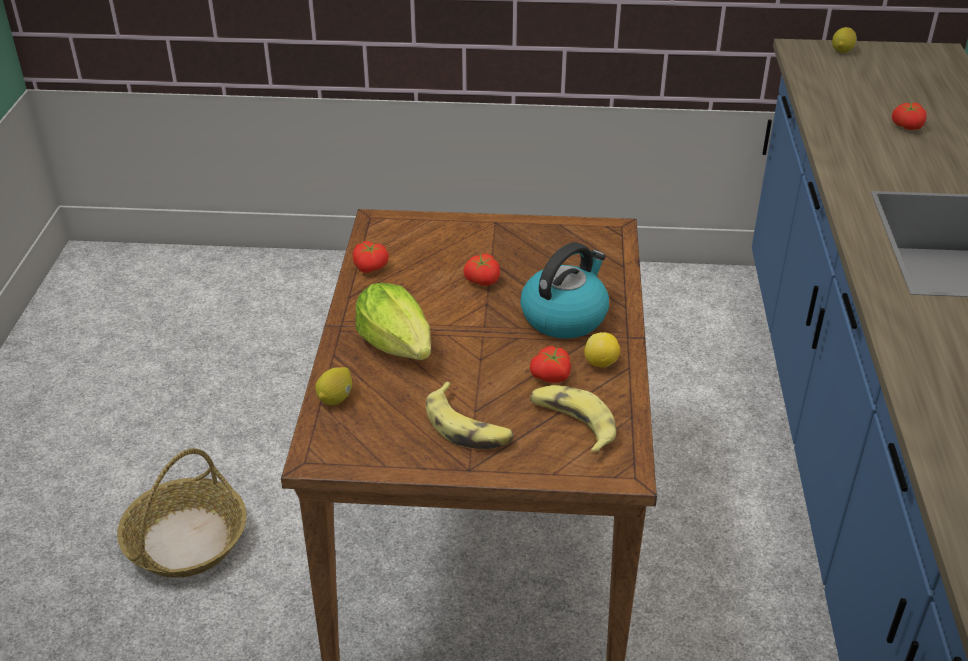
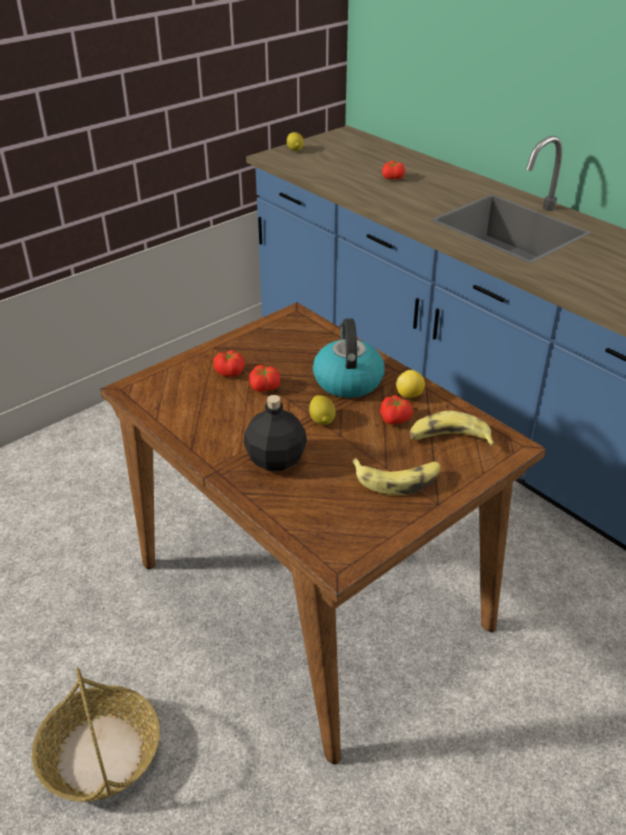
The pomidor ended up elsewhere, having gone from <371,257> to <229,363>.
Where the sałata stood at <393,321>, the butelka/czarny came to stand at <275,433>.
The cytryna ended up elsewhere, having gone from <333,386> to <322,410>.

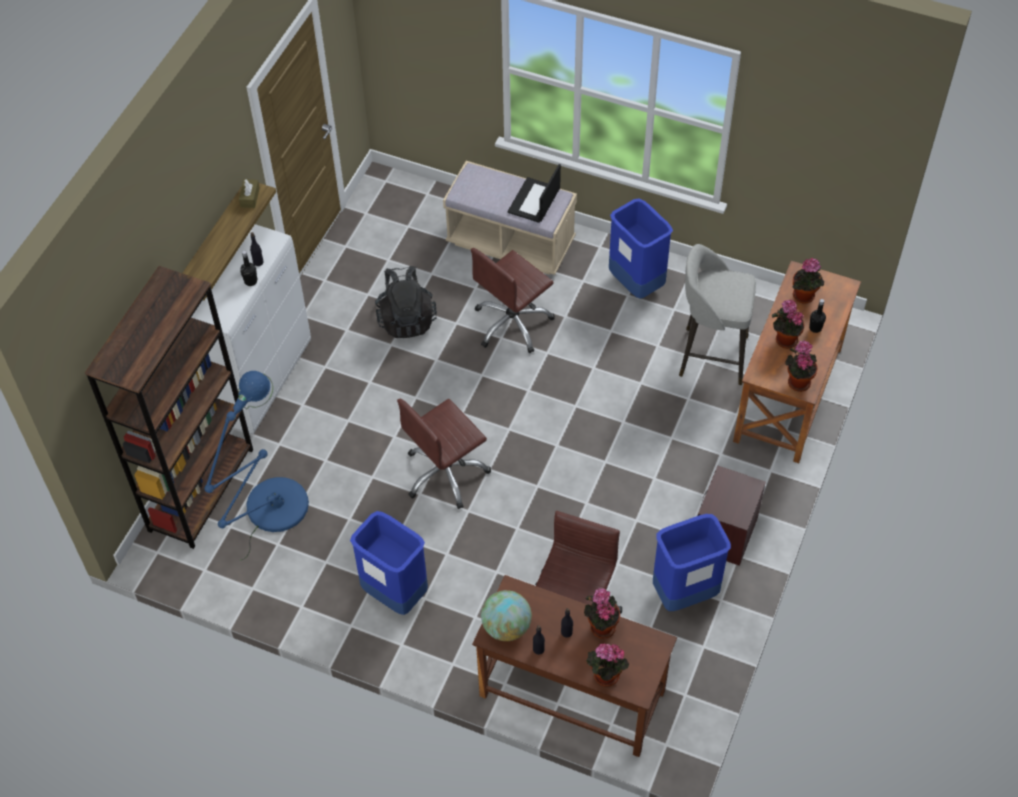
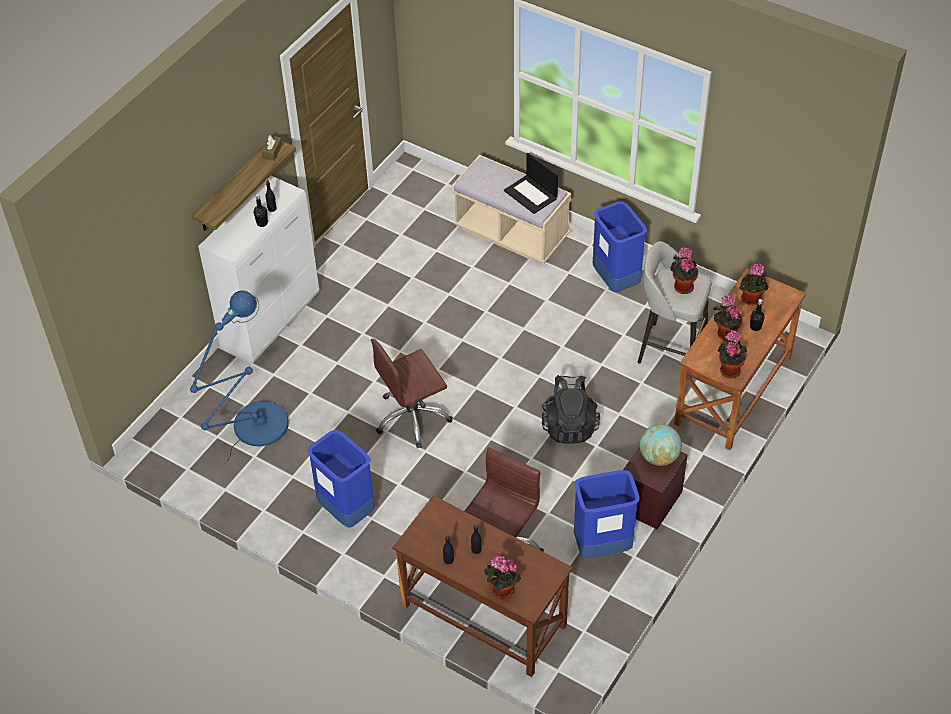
The laptop at <534,193> ended up facing another way, 75 degrees counterclockwise from before.
The plecak/czarny ended up elsewhere, having gone from <406,302> to <571,409>.
The globus ended up elsewhere, having gone from <506,615> to <661,445>.
The roślina doniczkowa ended up elsewhere, having gone from <602,613> to <684,270>.
The second view lost the regał/brązowy at <169,407>.
The second view lost the krzesło biurowe/brązowy at <513,300>.

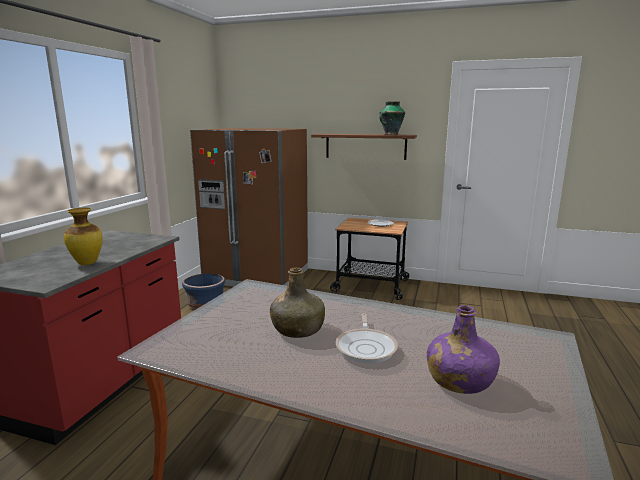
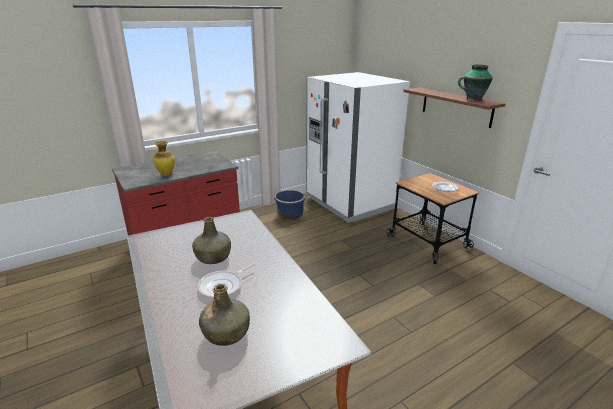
What was the butelka/fioletowy at <463,349> turned into the butelka/zielony at <224,315>.
What was the lodówka/brązowy at <249,207> turned into the lodówka/biały at <358,147>.

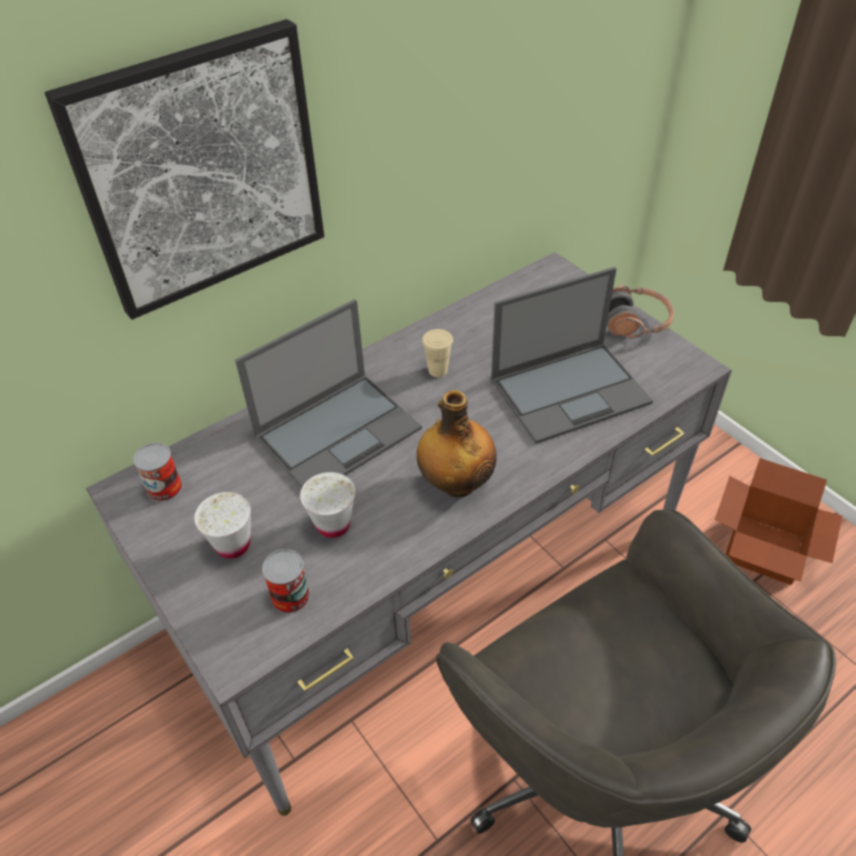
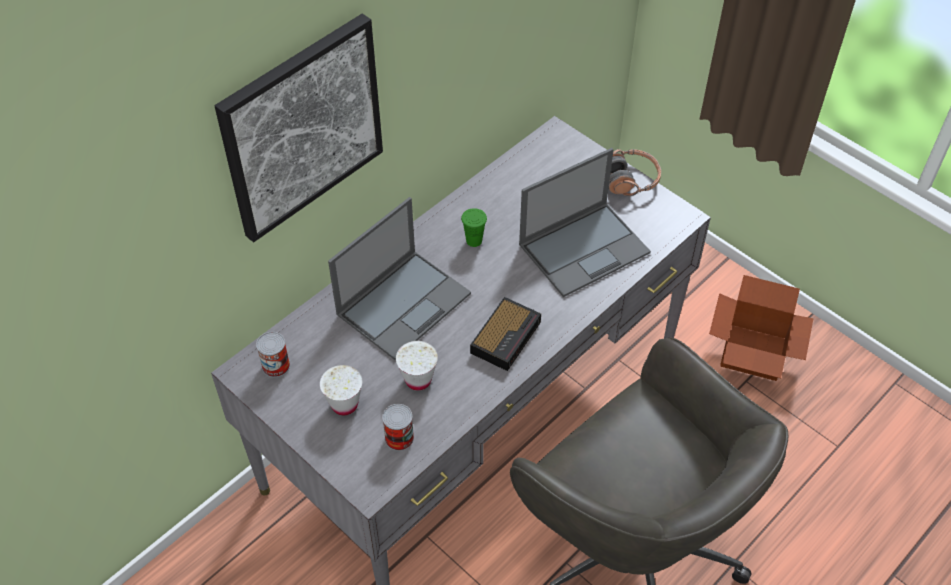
What was the filiżanka/beżowy at <437,353> turned into the filiżanka/zielony at <474,227>.
Where the butelka stood at <457,443>, the budzik came to stand at <505,334>.

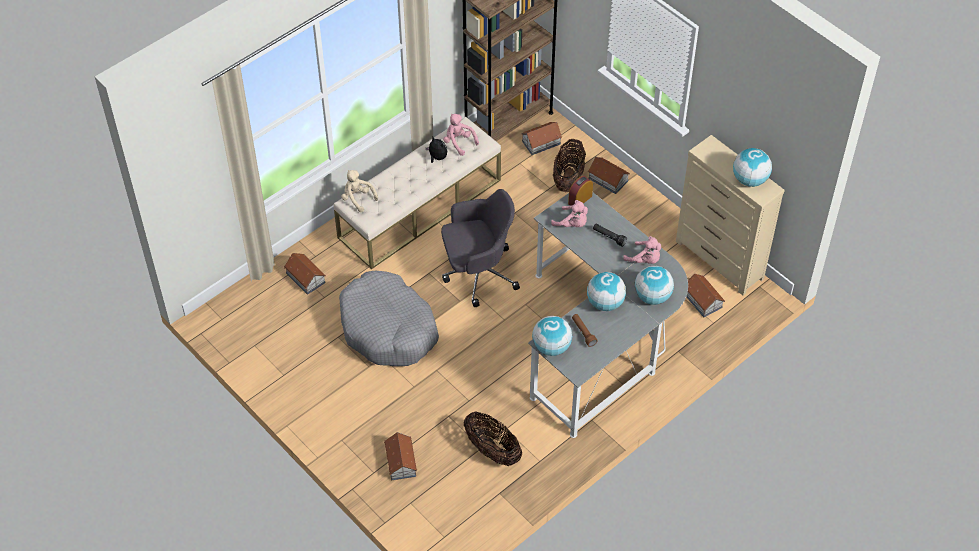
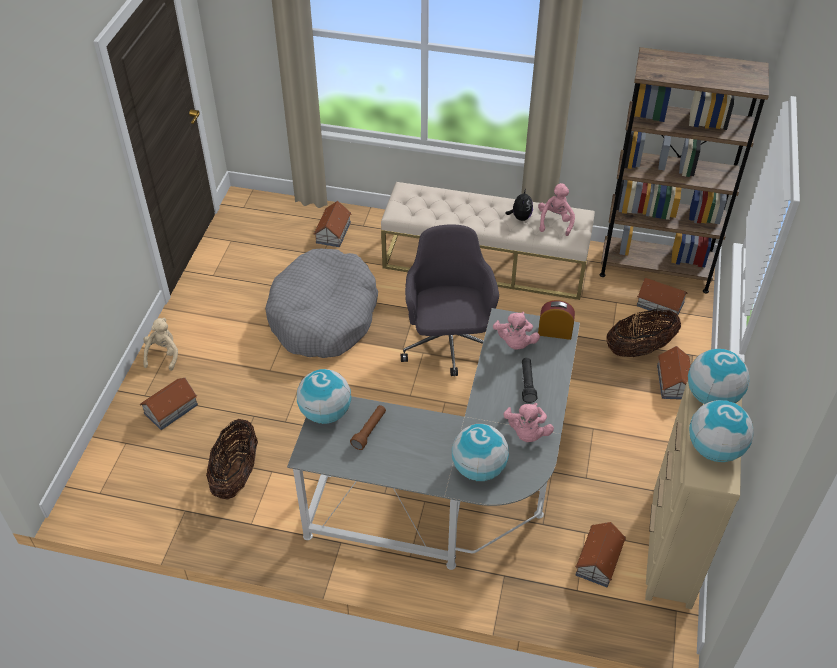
The pluszak/beżowy ended up elsewhere, having gone from <359,191> to <160,344>.
The krzesło biurowe/szary at <480,248> ended up facing another way, 135 degrees counterclockwise from before.
The globus ended up elsewhere, having gone from <606,291> to <719,376>.

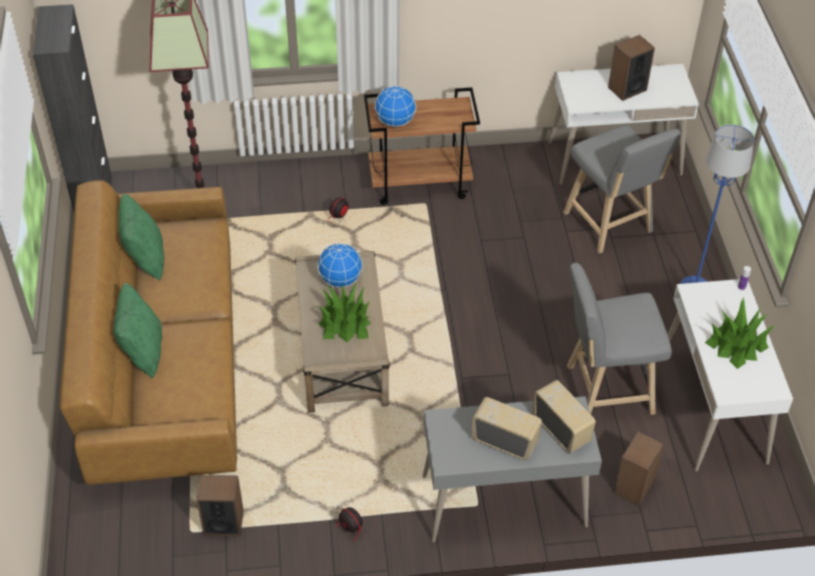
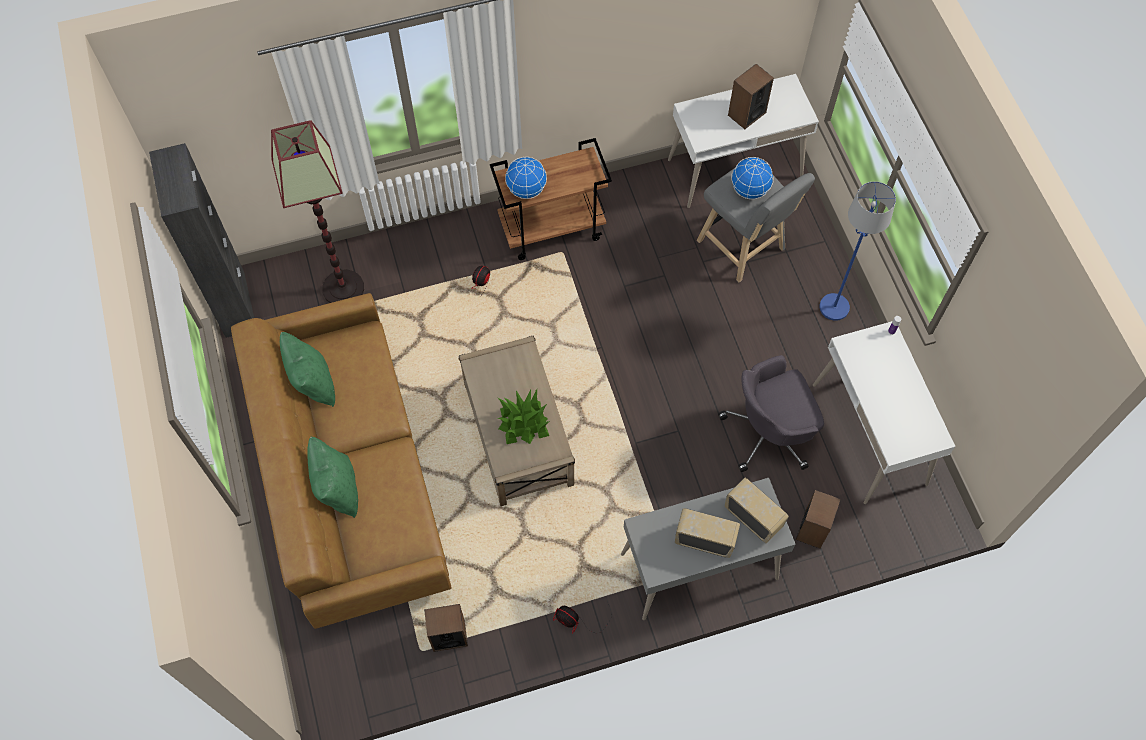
Where the stołek/szary stood at <619,339>, the krzesło biurowe/szary came to stand at <771,413>.
The globus ended up elsewhere, having gone from <339,265> to <752,178>.
The second view lost the roślina doniczkowa at <740,333>.

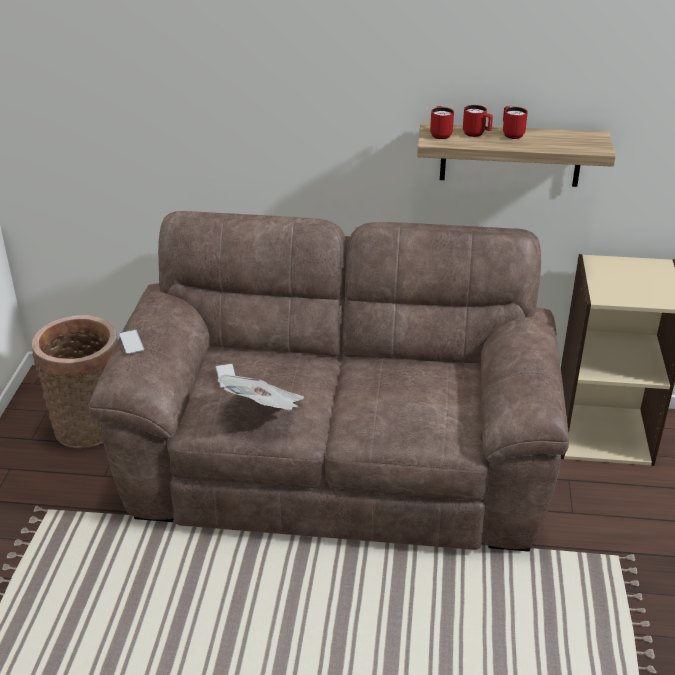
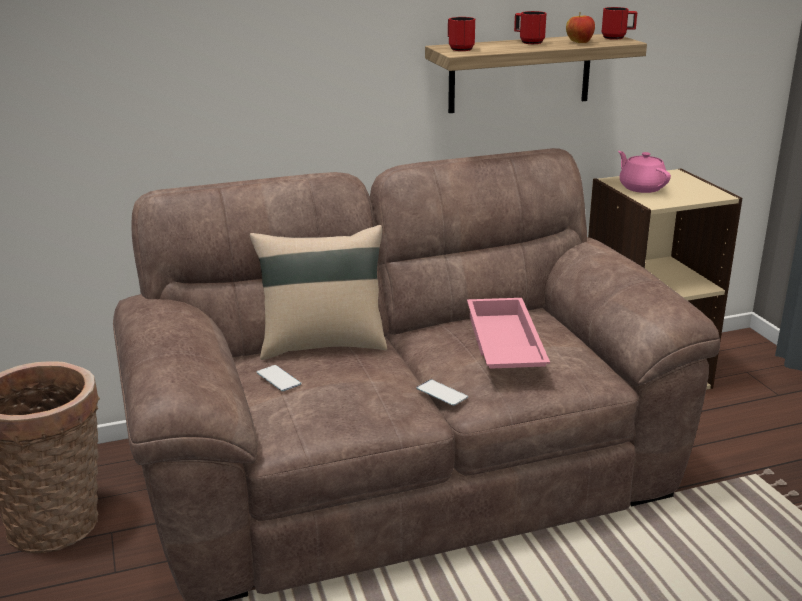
The second view gained the poduszka/beżowy at <318,292>.
The telefon ended up elsewhere, having gone from <131,341> to <442,392>.
The second view gained the taca/różowy at <508,333>.
The second view gained the jabłko at <580,27>.
The kubek/czerwony ended up elsewhere, having gone from <478,121> to <619,23>.
The second view gained the imbryk/różowy at <644,172>.
The second view lost the gazeta at <261,392>.

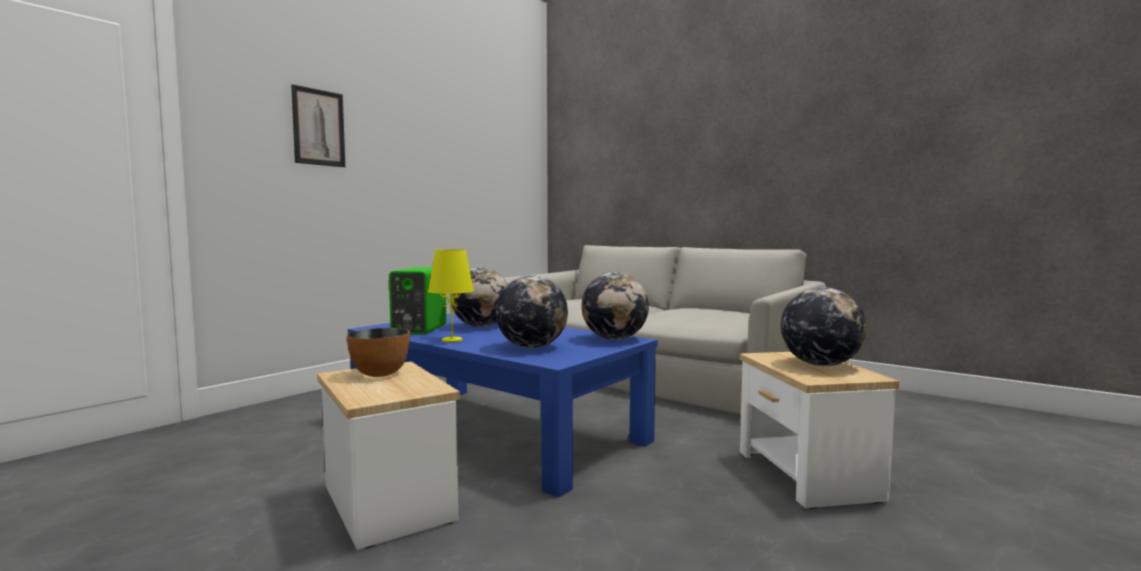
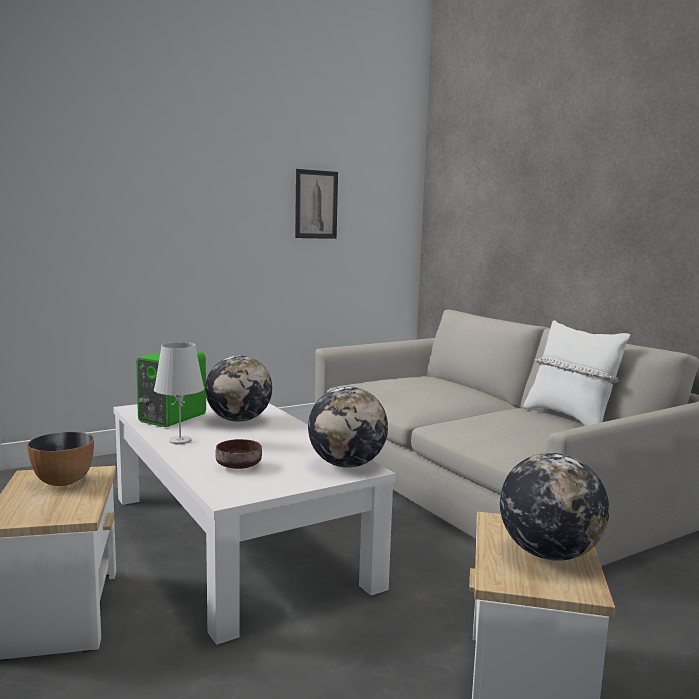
What was the ława/niebieski at <502,405> turned into the ława/biały at <254,521>.
What was the lampa stołowa/żółty at <451,295> turned into the lampa stołowa/biały at <179,393>.
Where the globus stood at <532,311>, the miska/brązowy came to stand at <238,454>.
The obraz ended up elsewhere, having gone from <318,125> to <316,204>.
The second view gained the poduszka/biały at <576,373>.

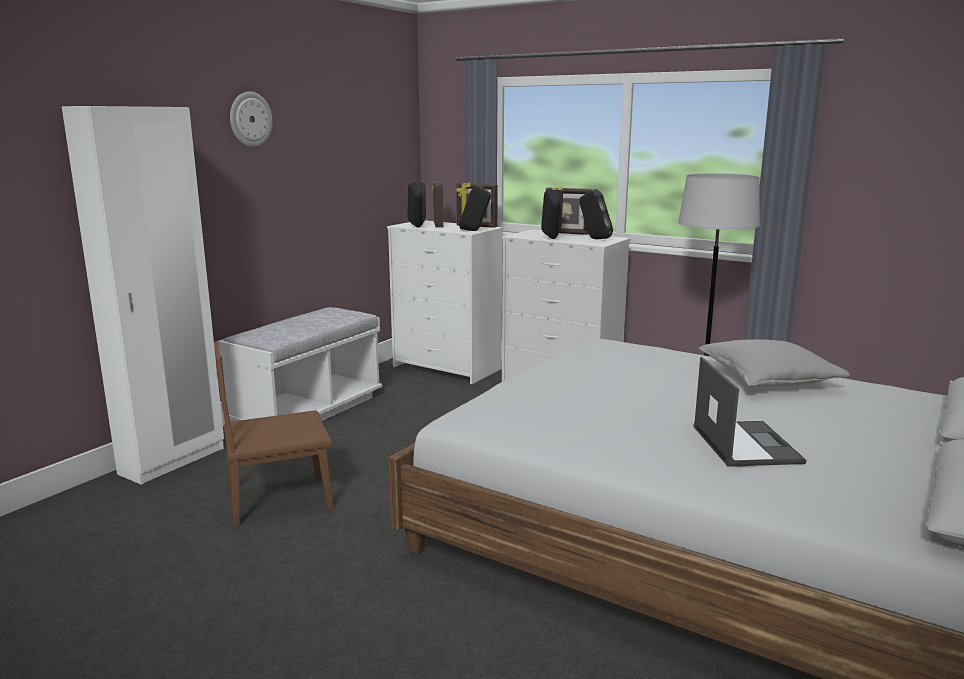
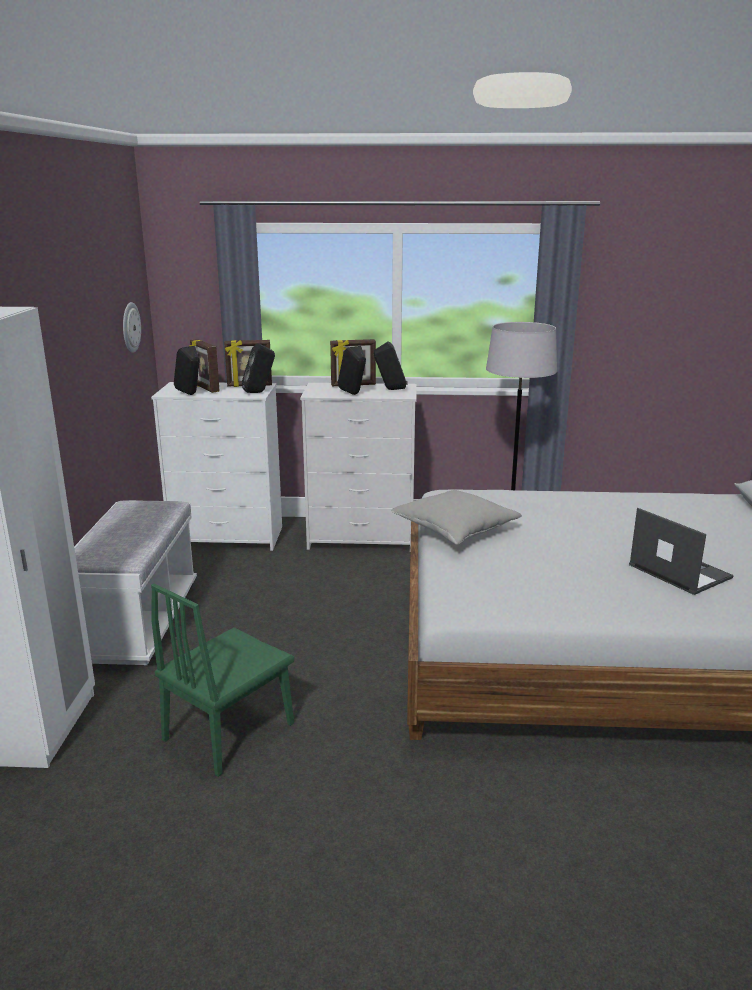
The zegar ścienny ended up elsewhere, having gone from <251,119> to <132,327>.
What was the krzesło/brązowy at <273,434> turned into the krzesło/zielony at <222,680>.
The poduszka/szary ended up elsewhere, having gone from <774,363> to <456,517>.

